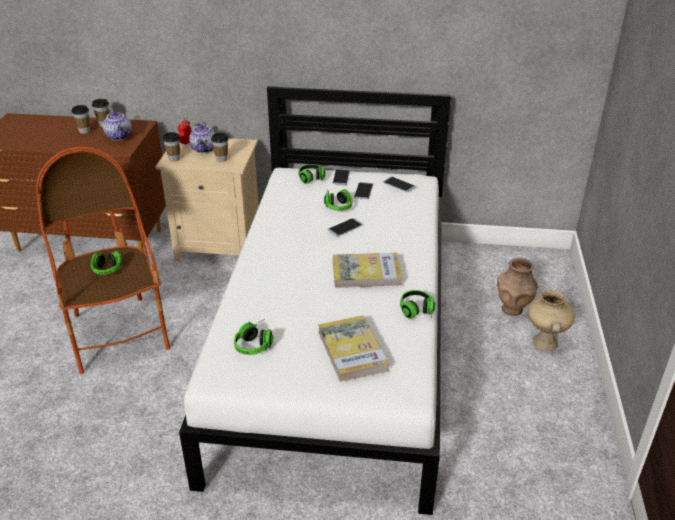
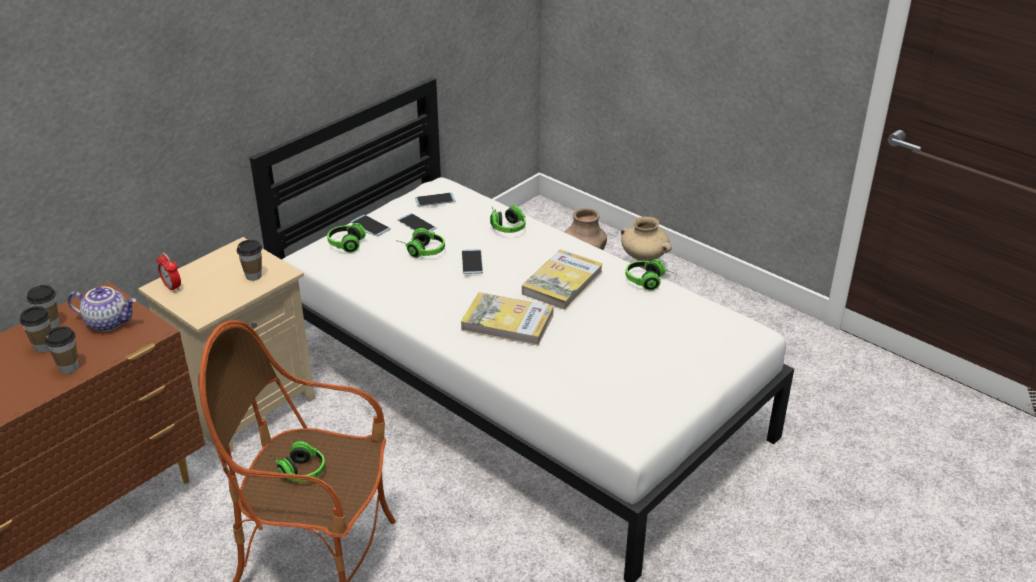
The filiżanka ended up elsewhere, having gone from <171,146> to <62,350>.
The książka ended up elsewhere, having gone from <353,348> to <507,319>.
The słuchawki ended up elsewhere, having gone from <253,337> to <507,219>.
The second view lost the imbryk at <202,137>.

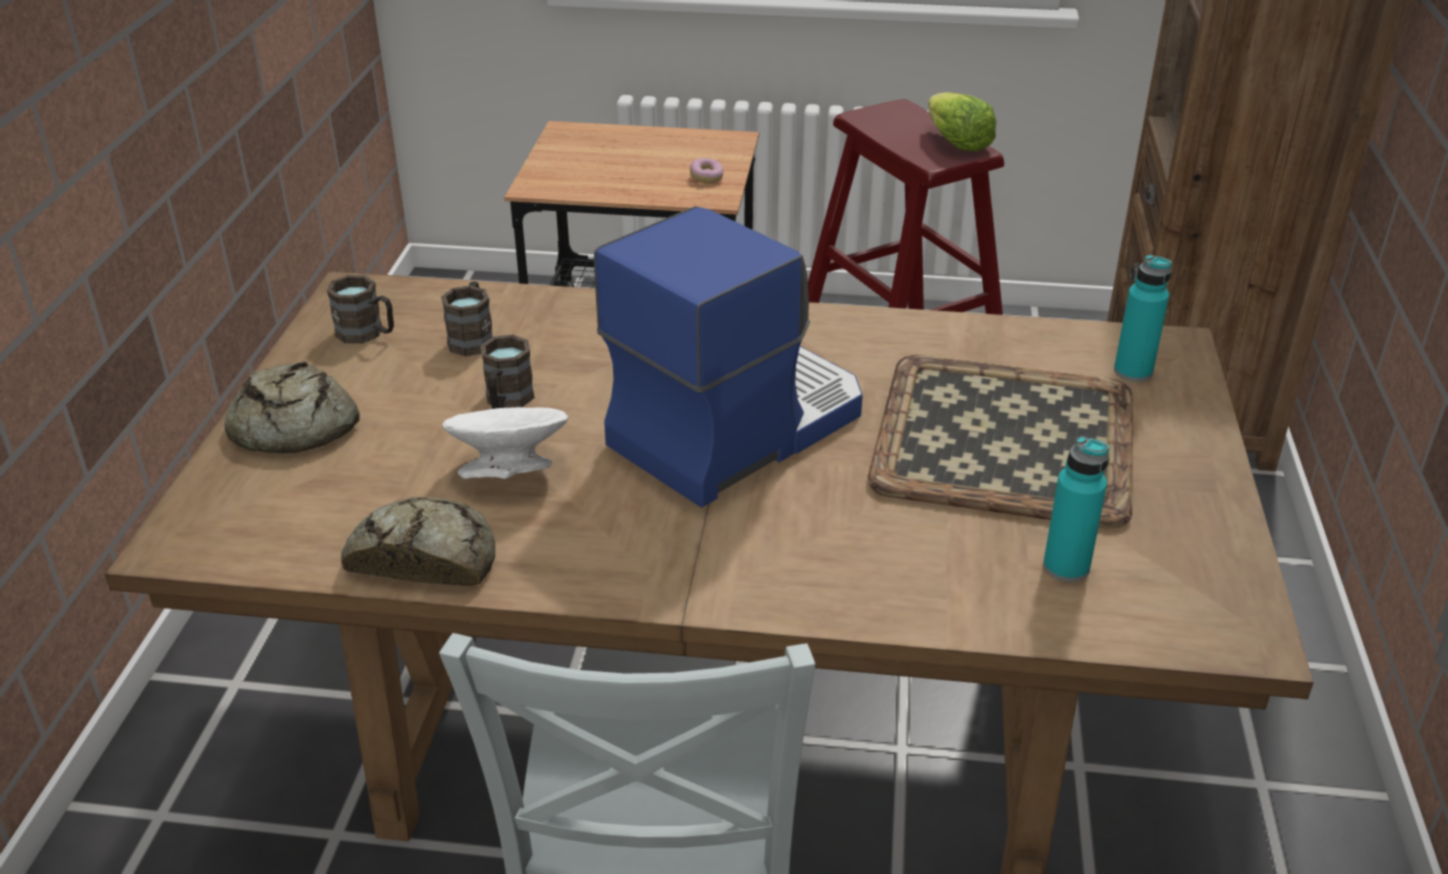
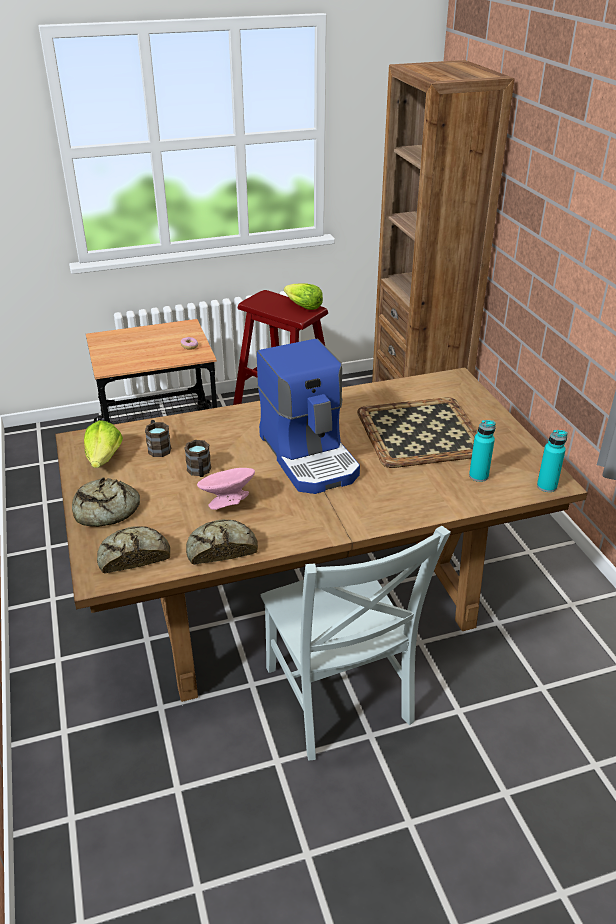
Where the kubek/brązowy stood at <360,309>, the sałata came to stand at <103,444>.
The second view gained the chleb at <133,549>.
What was the miska/biały at <505,443> turned into the miska/różowy at <226,489>.
The ekspres do kawy at <728,357> ended up facing another way, 135 degrees clockwise from before.
The butelka/turkusowy ended up elsewhere, having gone from <1143,318> to <552,461>.

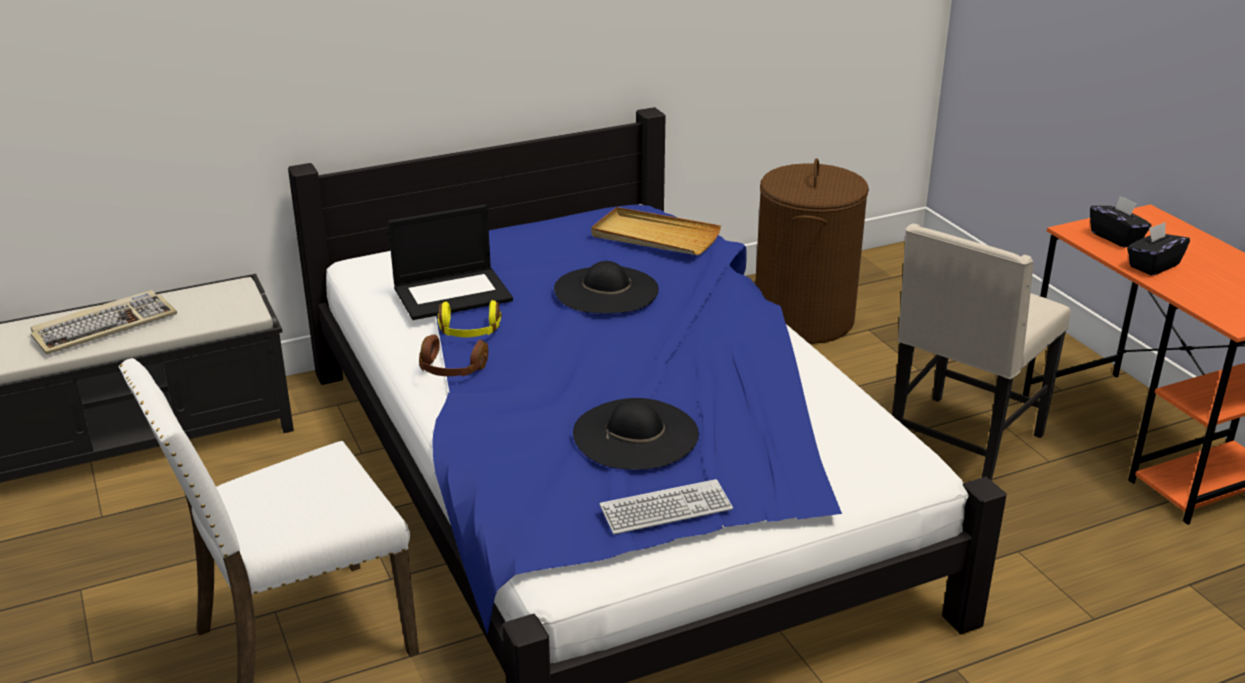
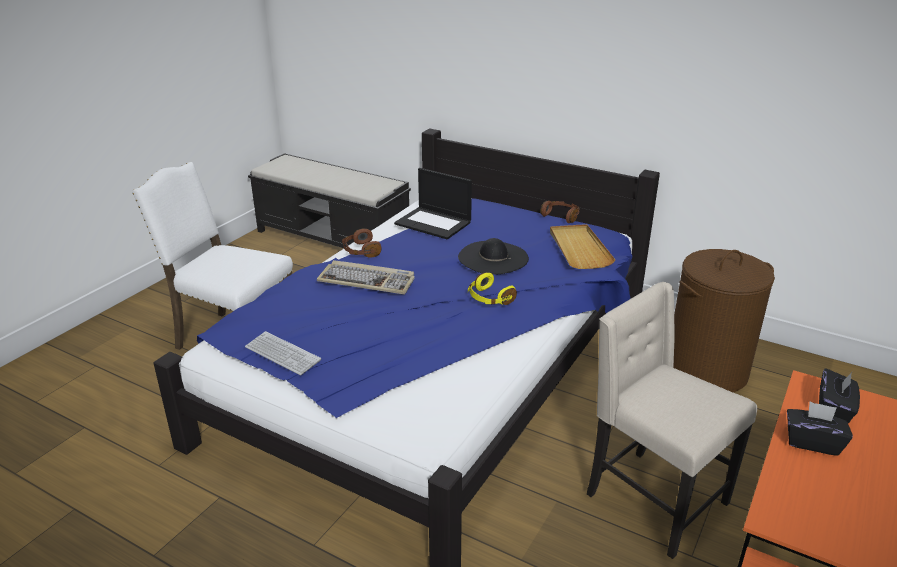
The klawiatura ended up elsewhere, having gone from <103,322> to <366,277>.
The słuchawki/żółty ended up elsewhere, having gone from <469,318> to <492,289>.
The second view gained the słuchawki/brązowy at <560,212>.
The krzesło/beżowy at <981,352> ended up facing another way, 45 degrees clockwise from before.
The second view lost the kapelusz/czarny at <636,434>.

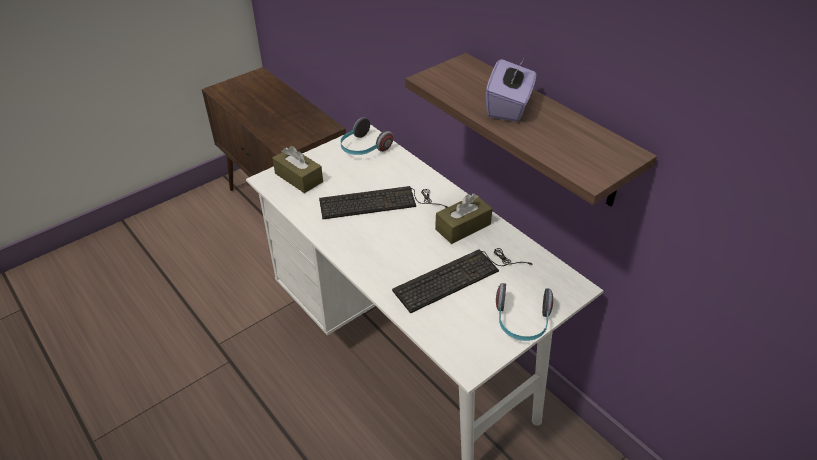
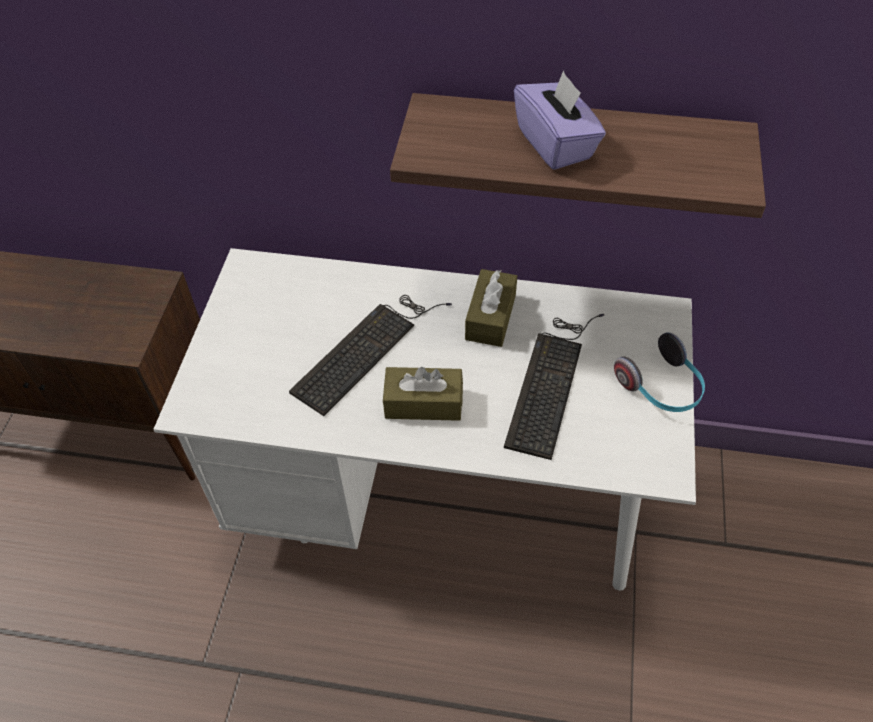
The pudełko chusteczek/brązowy ended up elsewhere, having gone from <297,169> to <423,394>.
The second view lost the słuchawki at <366,136>.

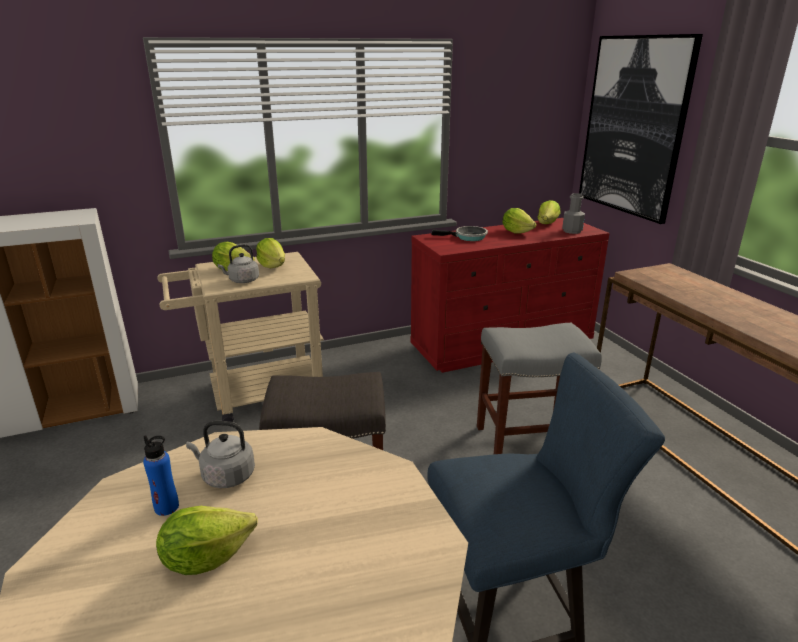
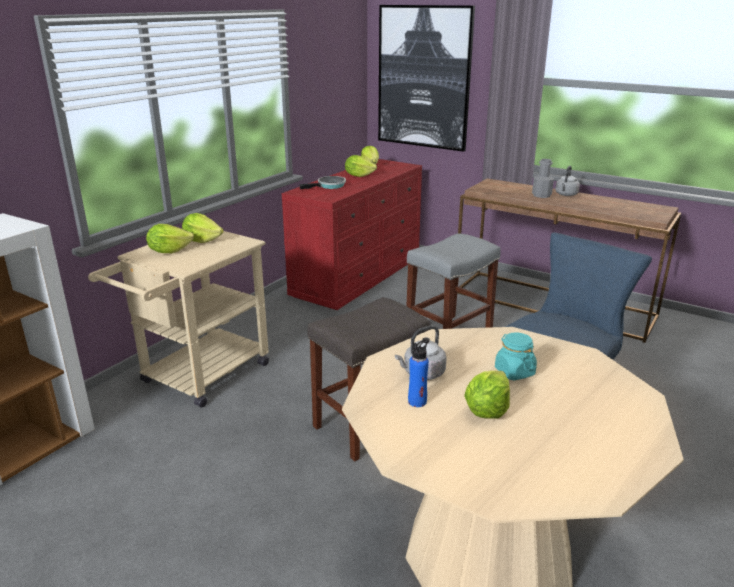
The second view gained the słoik/turkusowy at <516,356>.
The butelka/szary ended up elsewhere, having gone from <573,213> to <543,178>.
The czajnik/szary ended up elsewhere, having gone from <238,263> to <567,181>.

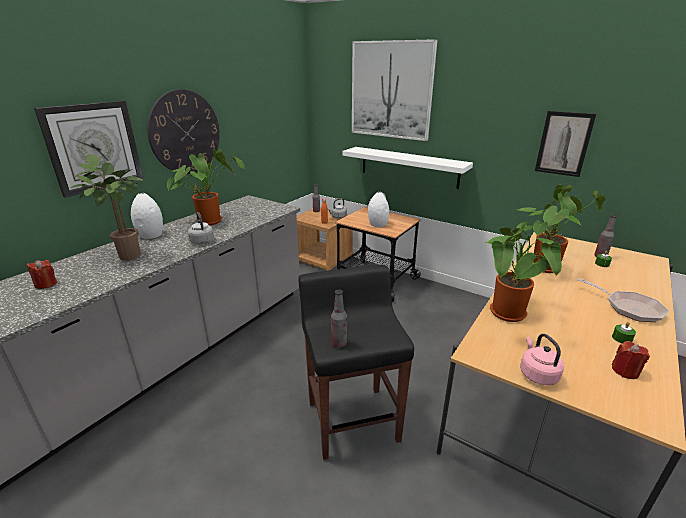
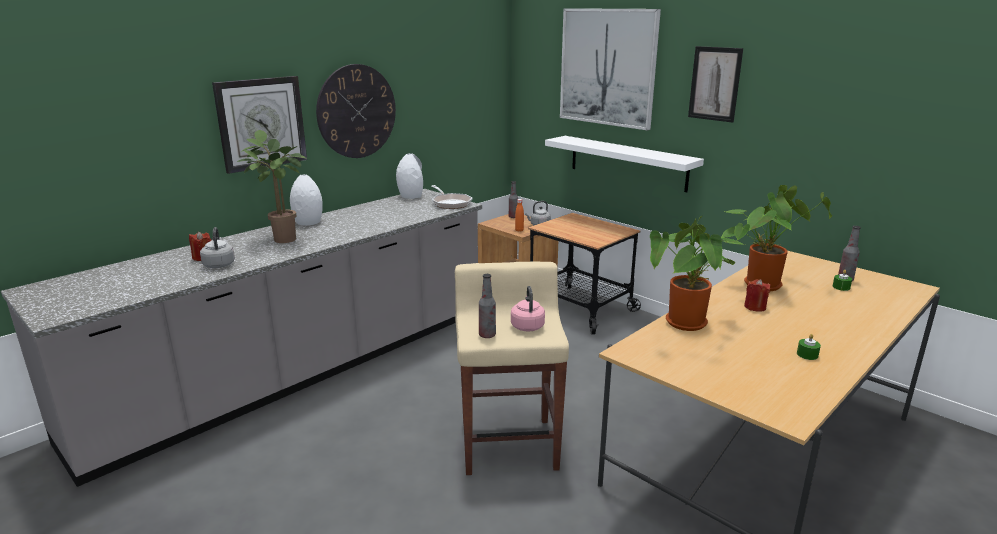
The czajnik/szary ended up elsewhere, having gone from <201,228> to <217,247>.
The wazon/biały ended up elsewhere, having gone from <378,209> to <409,176>.
The patelnia ended up elsewhere, having gone from <623,300> to <451,197>.
What was the stołek/czarny at <356,362> turned into the stołek/beżowy at <512,368>.
The czajnik/różowy ended up elsewhere, having gone from <542,359> to <528,308>.
The obraz ended up elsewhere, having gone from <565,144> to <715,84>.
The świeca/czerwony ended up elsewhere, having gone from <630,360> to <757,295>.
The second view lost the roślina doniczkowa at <206,187>.

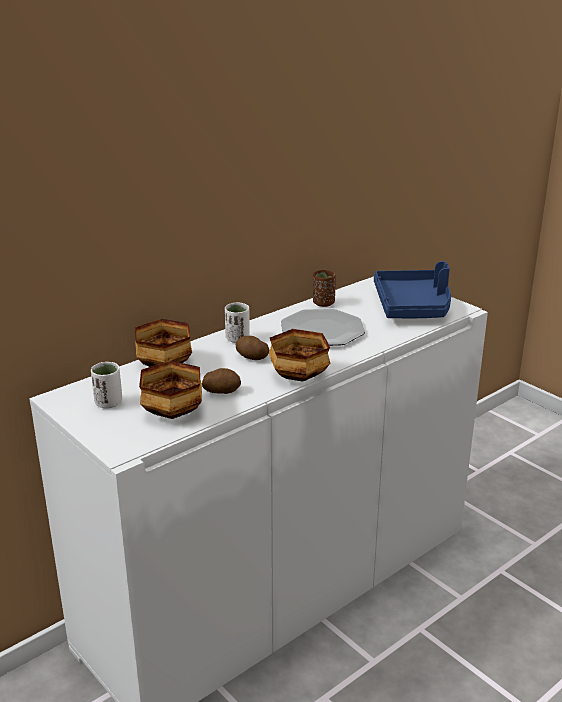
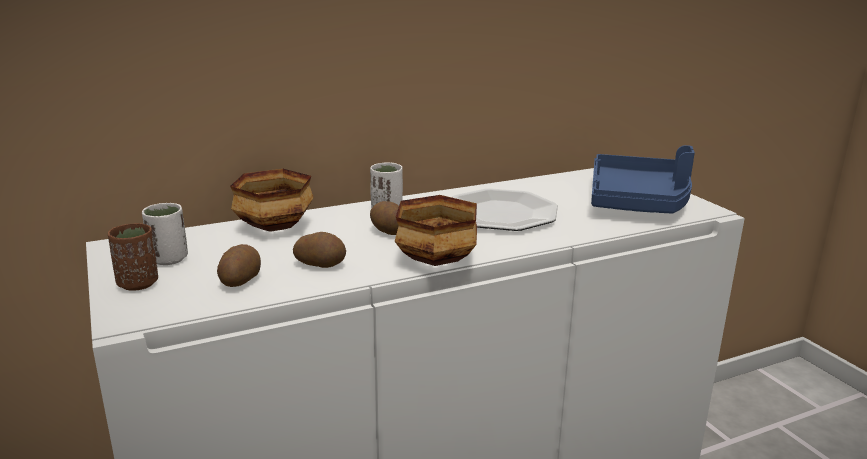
The filiżanka/brązowy ended up elsewhere, having gone from <324,288> to <133,257>.
Where the miska stood at <170,390>, the ziemniak came to stand at <239,265>.

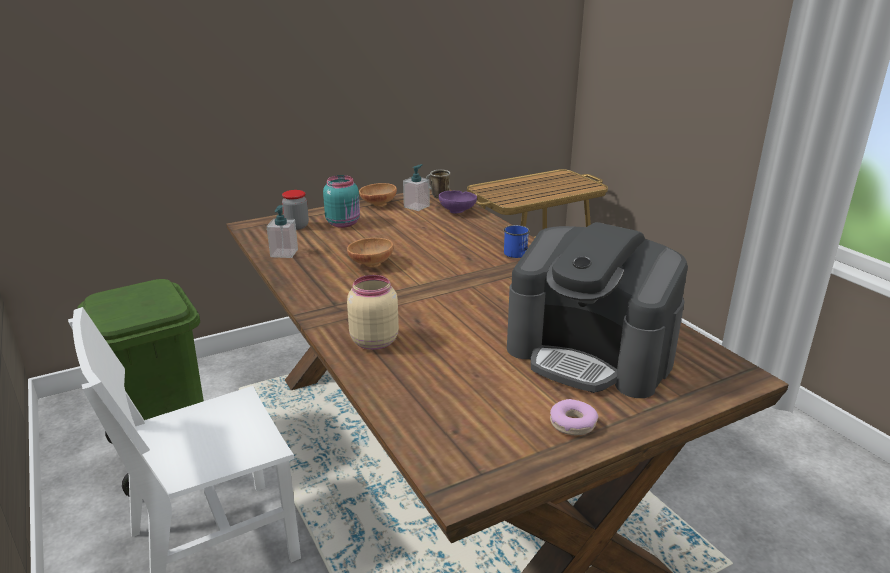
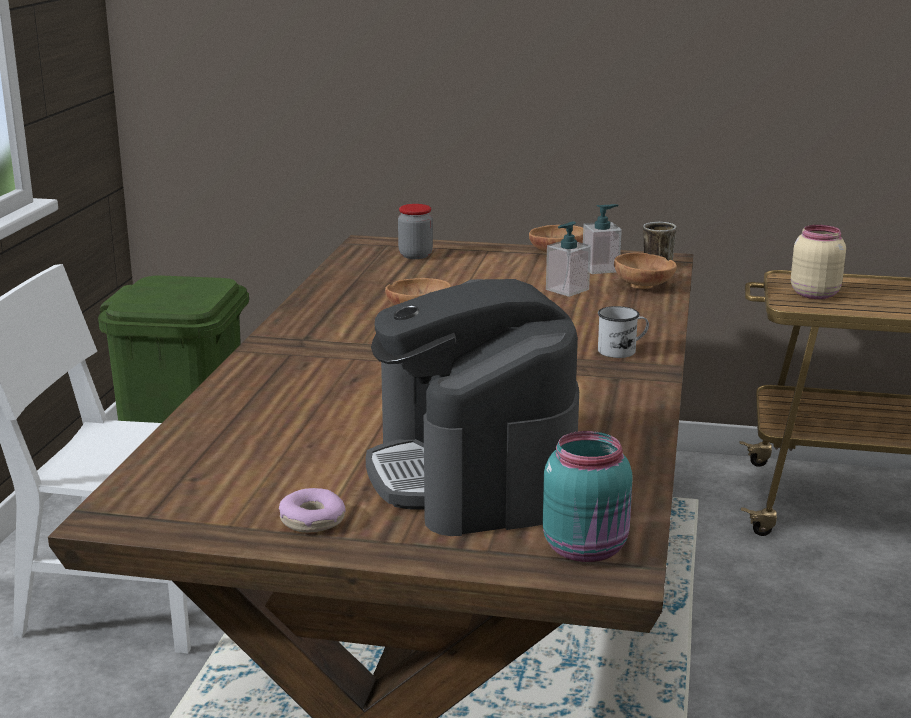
The słoik/turkusowy ended up elsewhere, having gone from <341,201> to <588,496>.
The dozownik mydła ended up elsewhere, having gone from <282,231> to <568,259>.
What was the kubek/niebieski at <517,241> turned into the kubek/biały at <623,332>.
What was the miska/fioletowy at <458,202> turned into the miska/brązowy at <645,271>.
The słoik/beżowy ended up elsewhere, having gone from <373,312> to <818,262>.

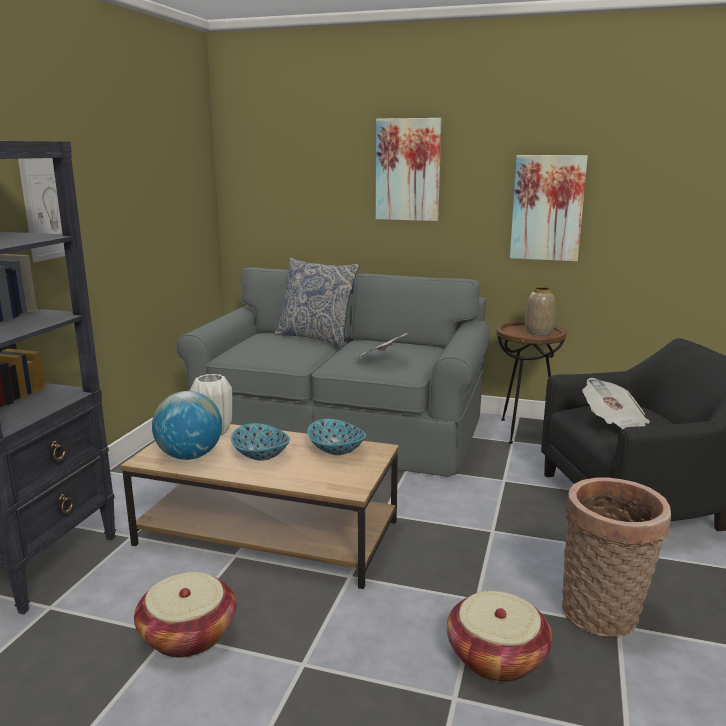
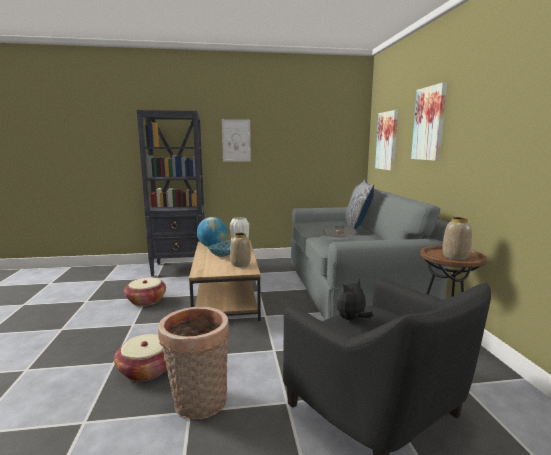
Where the miska stood at <336,437>, the wazon came to stand at <240,250>.
Where the gazeta stood at <616,403>, the pluszak came to stand at <354,299>.
The obraz ended up elsewhere, having gone from <549,208> to <386,140>.

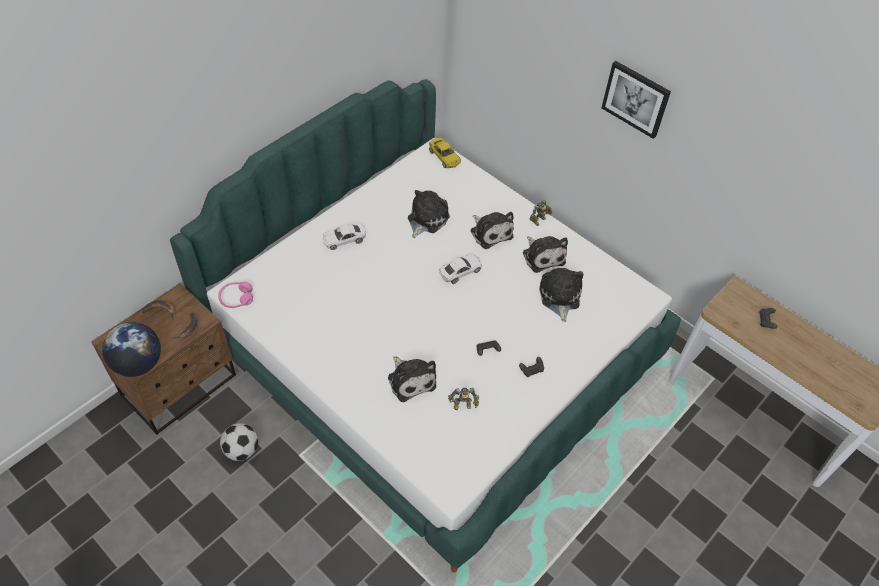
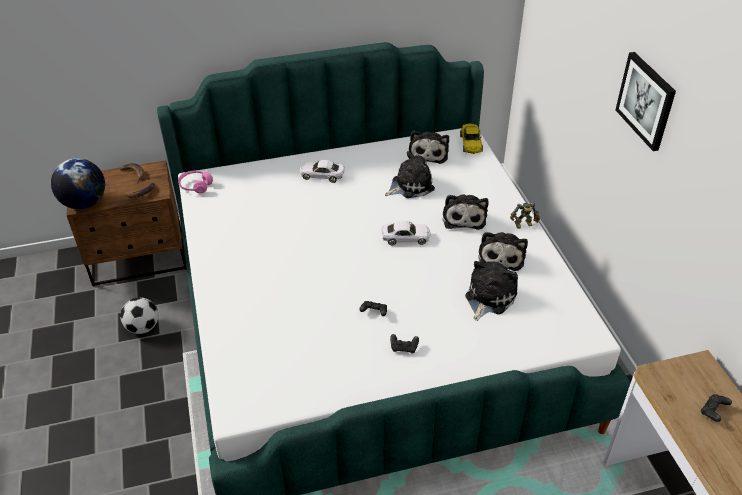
The pluszak ended up elsewhere, having gone from <412,379> to <429,147>.
The second view lost the robot zabawkowy at <463,399>.

